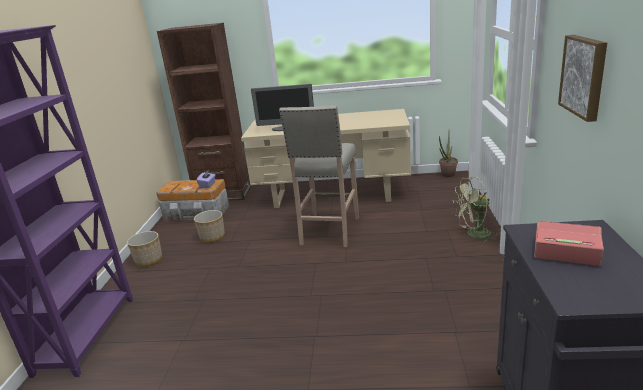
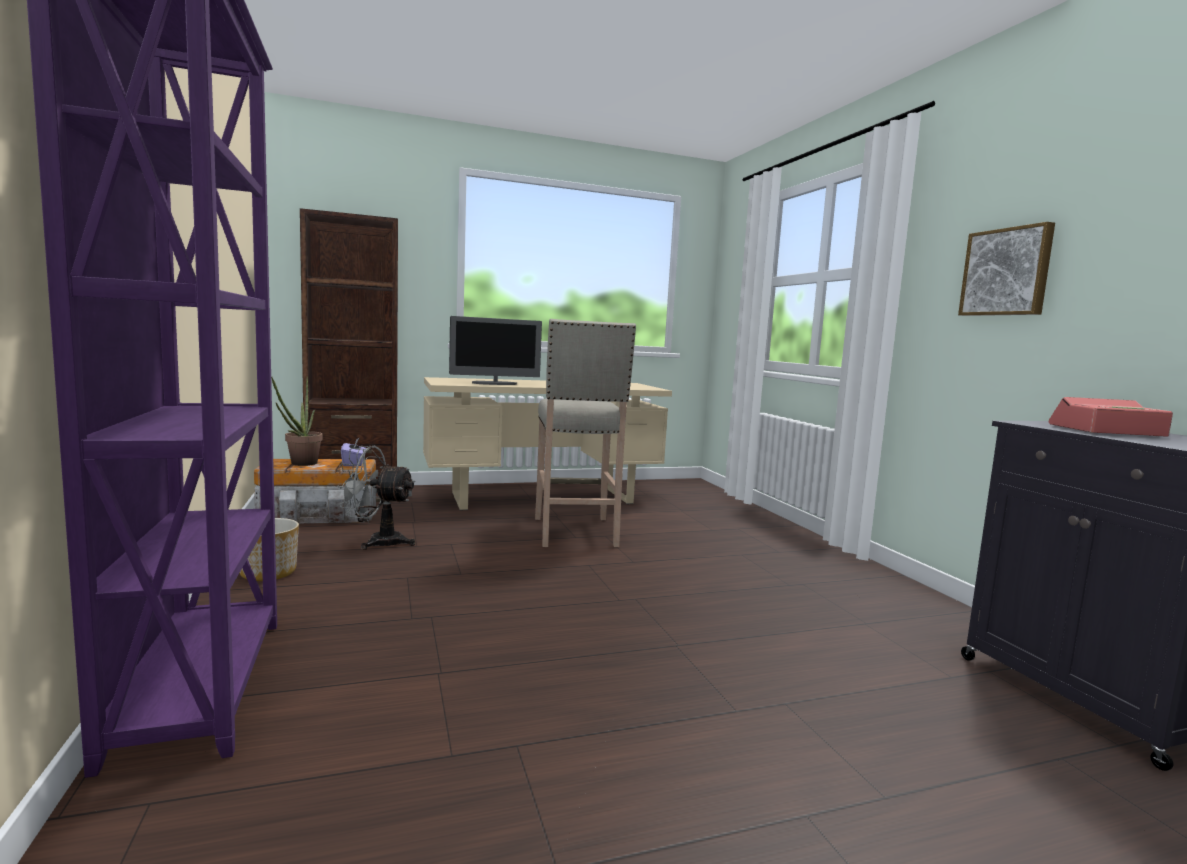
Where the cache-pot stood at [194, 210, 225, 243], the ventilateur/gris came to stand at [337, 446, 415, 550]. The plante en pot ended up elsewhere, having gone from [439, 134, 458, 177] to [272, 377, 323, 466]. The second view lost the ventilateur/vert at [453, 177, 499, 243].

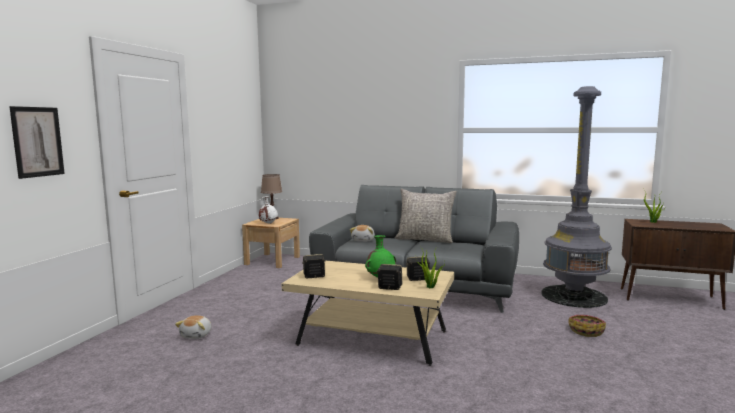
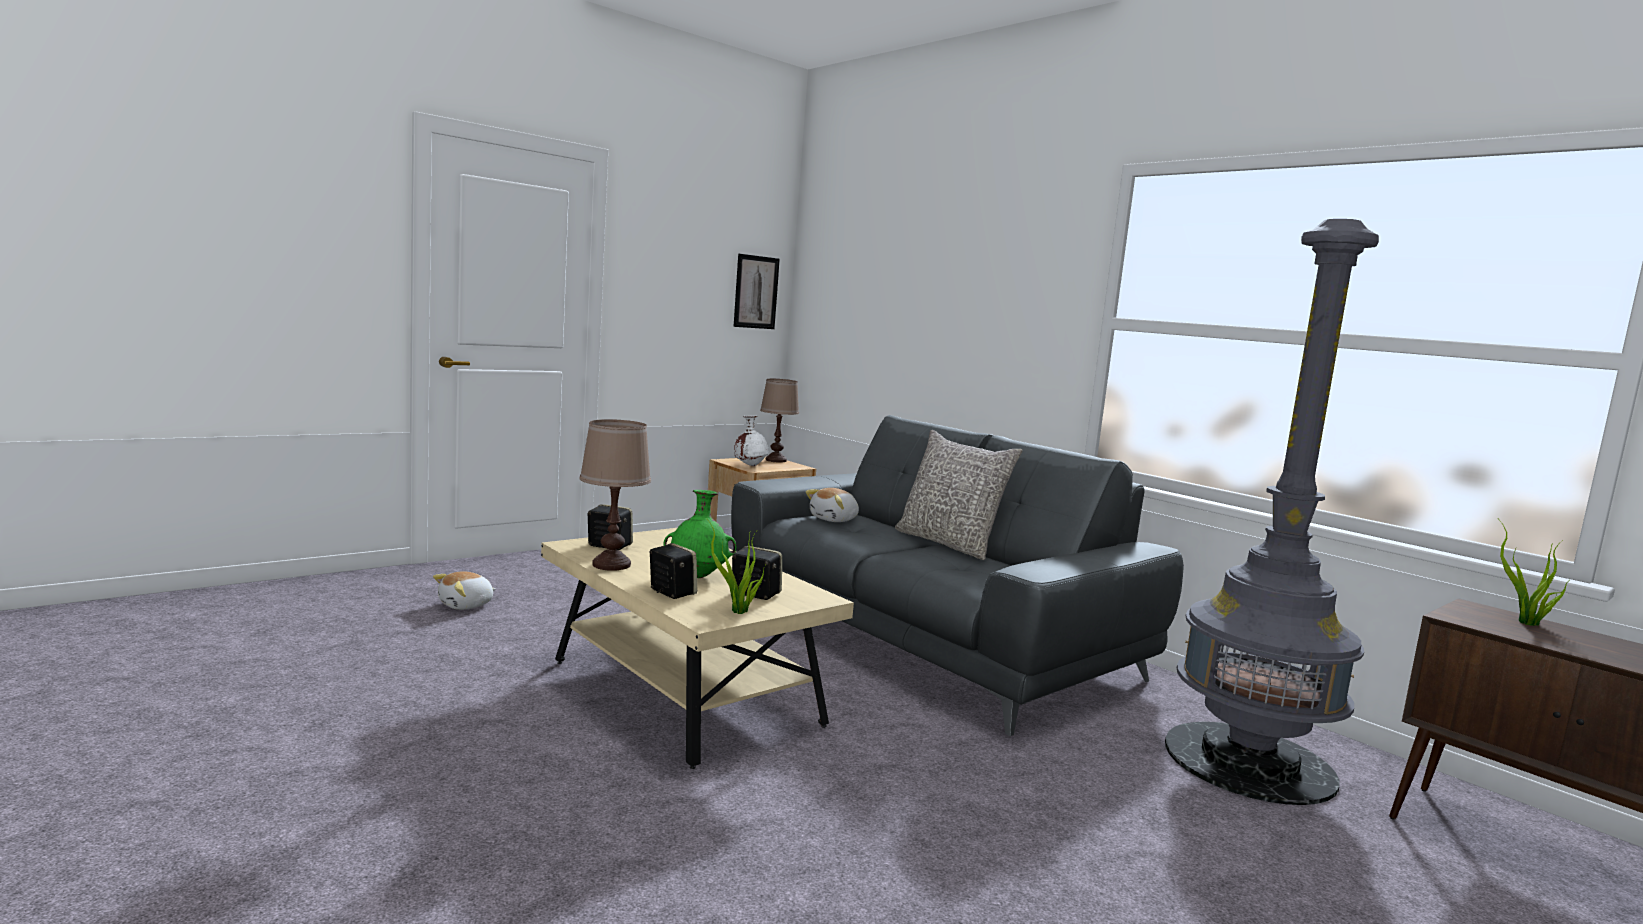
The tableau ended up elsewhere, having gone from [9, 106, 65, 179] to [733, 254, 780, 329]. The second view lost the panier at [568, 315, 606, 337]. The second view gained the lampe de table/marron at [579, 419, 651, 571].

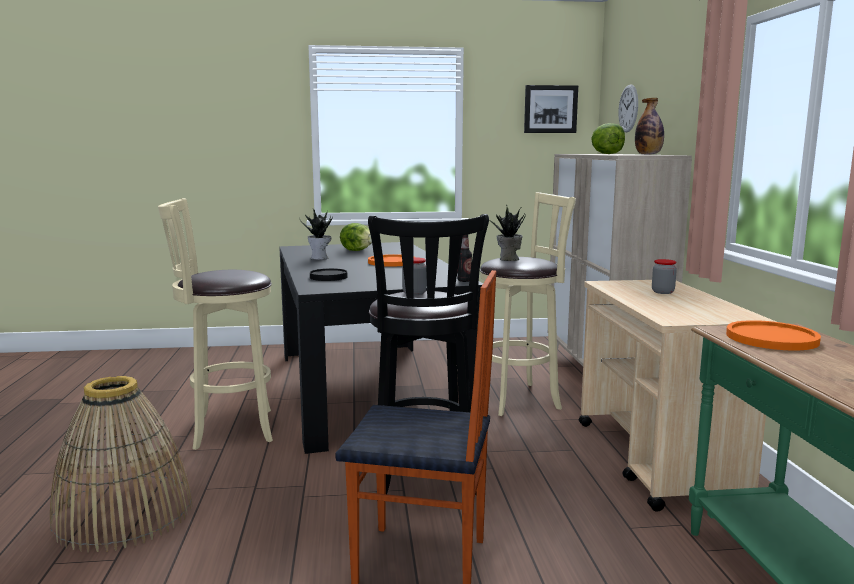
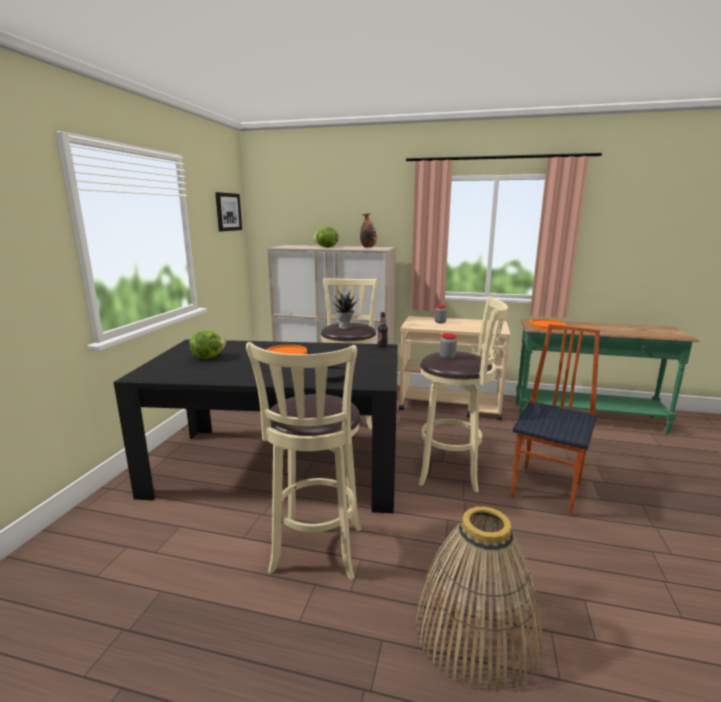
The second view lost the plante en pot at [299, 209, 333, 260]. What was the tabouret/noir at [368, 214, 489, 495] turned into the tabouret/beige at [419, 296, 508, 493]. The second view lost the horloge murale at [618, 84, 638, 132].

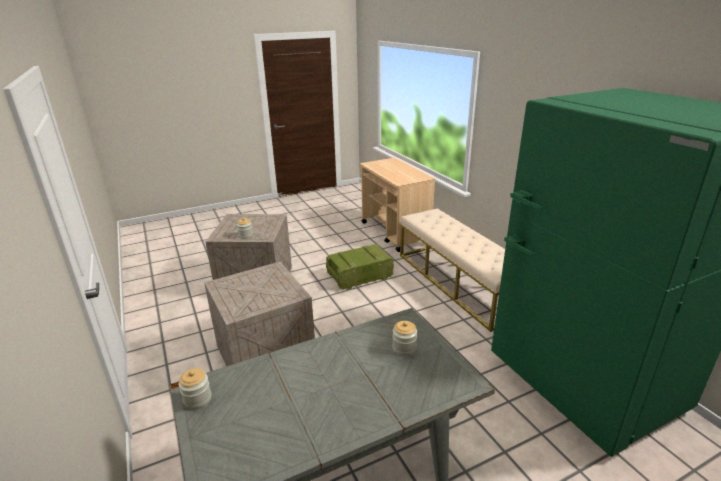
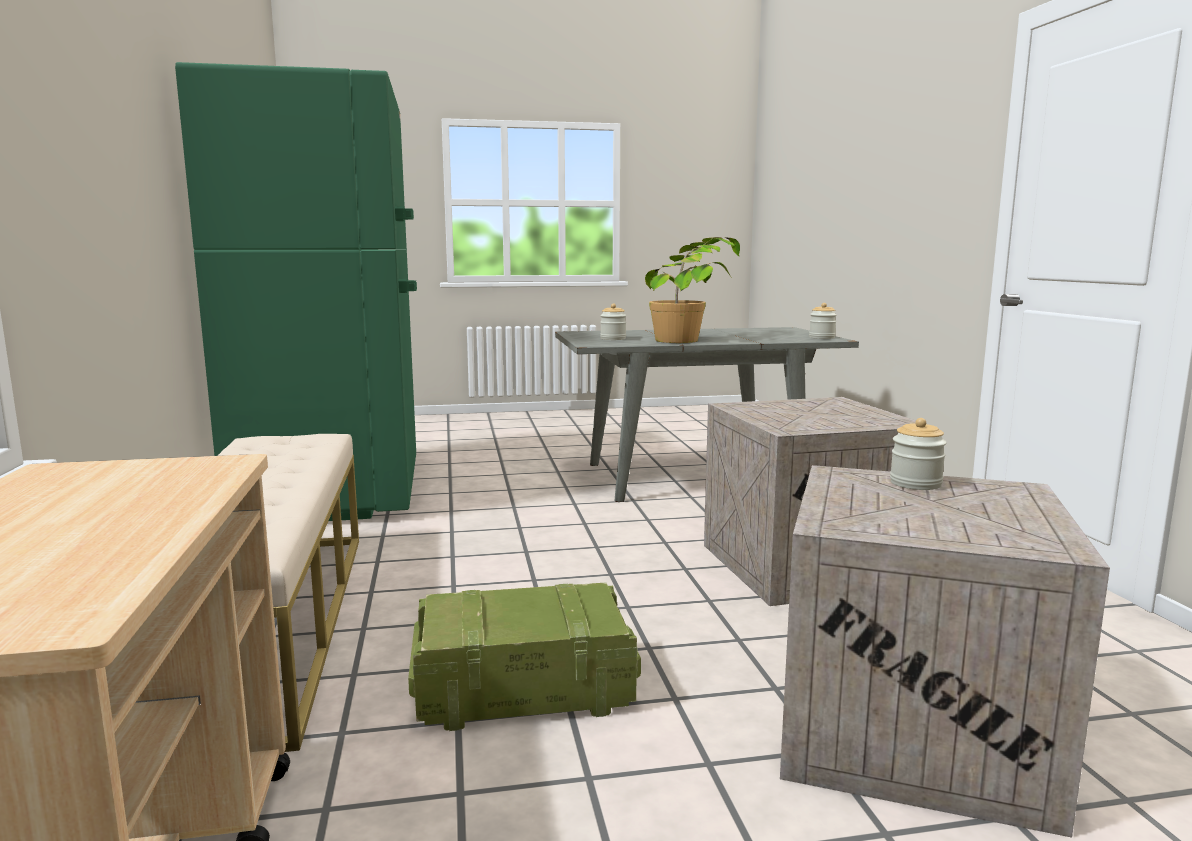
The second view gained the plante en pot at [645, 237, 740, 343].

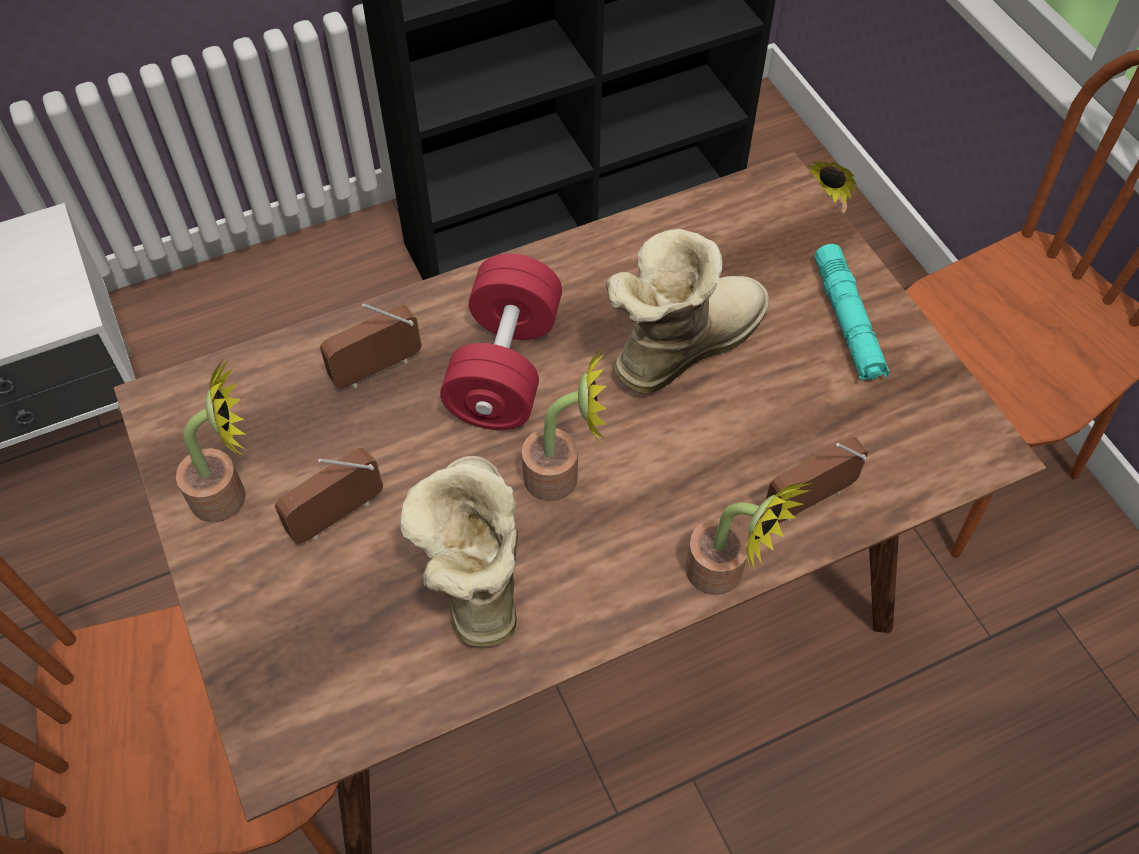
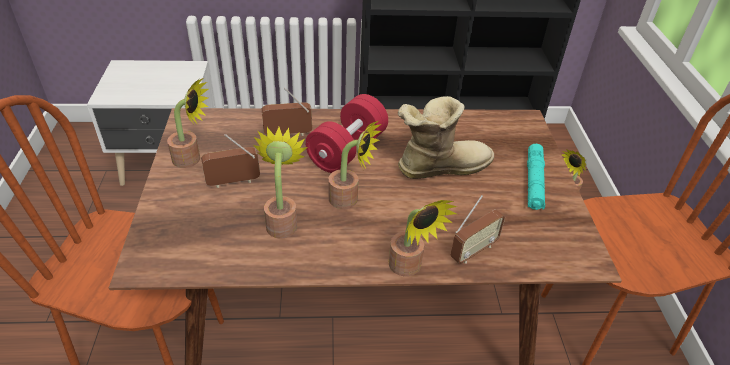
Where the botte stood at [400, 456, 518, 647], the plante en pot came to stand at [252, 127, 307, 239]. The radio at [766, 437, 869, 523] ended up facing another way, 150 degrees clockwise from before.

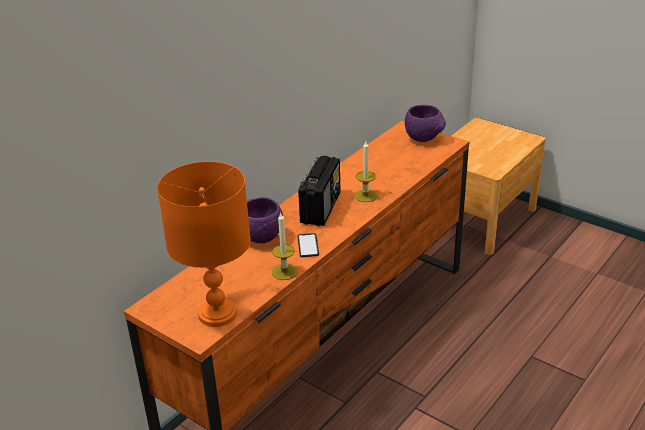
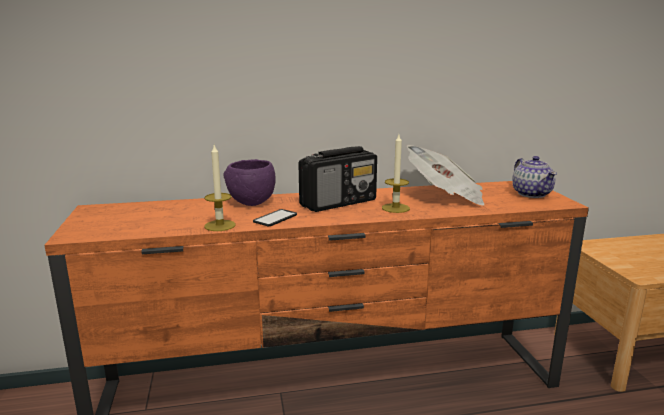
The second view lost the lampe de table/orange at [157, 162, 251, 327]. Where the bol/violet stood at [405, 105, 446, 142], the théière came to stand at [512, 156, 557, 198]. The second view gained the journal at [407, 145, 484, 206].

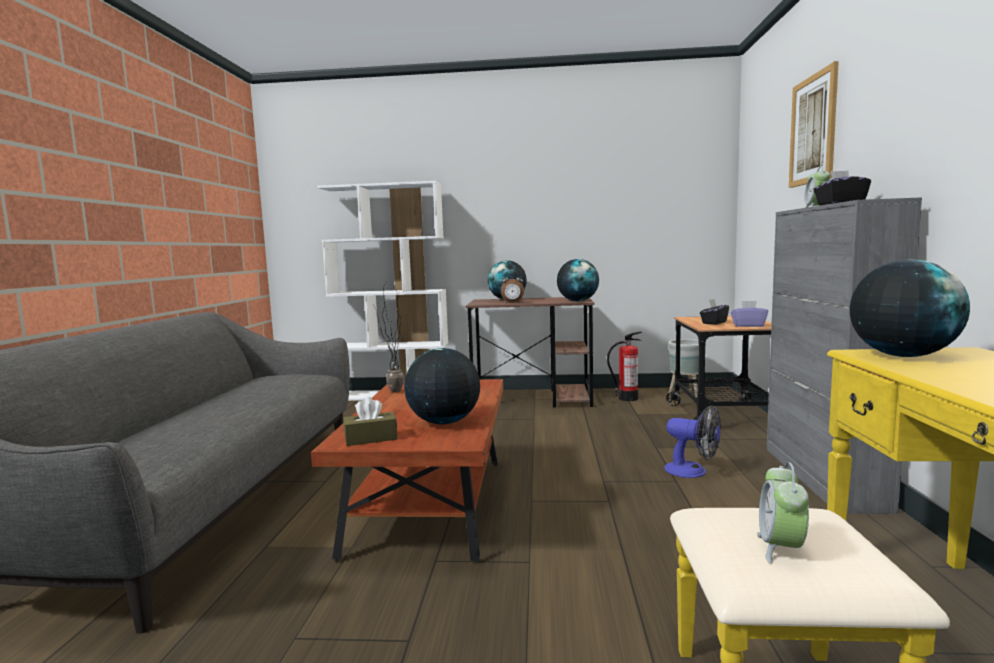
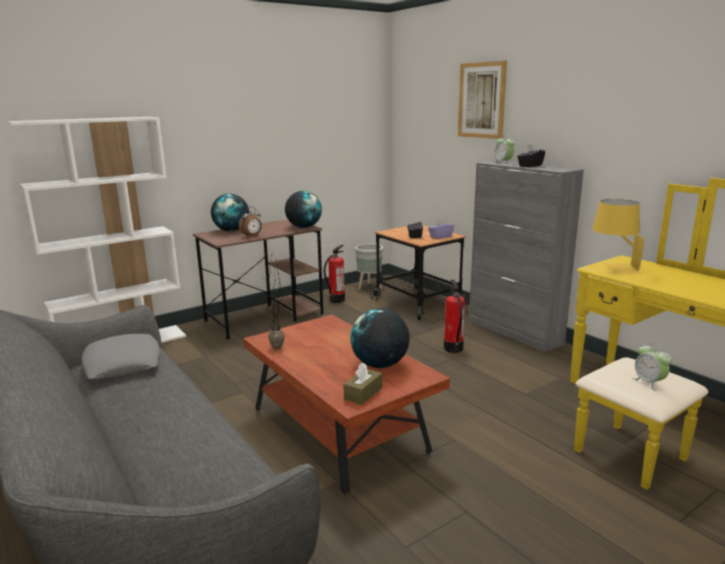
Where the ventilateur stood at [664, 405, 721, 478], the extincteur came to stand at [444, 280, 465, 353]. Where the globe stood at [850, 259, 970, 357], the lampe de table/jaune came to stand at [592, 199, 644, 274]. The second view gained the coussin/gris at [82, 334, 160, 379].

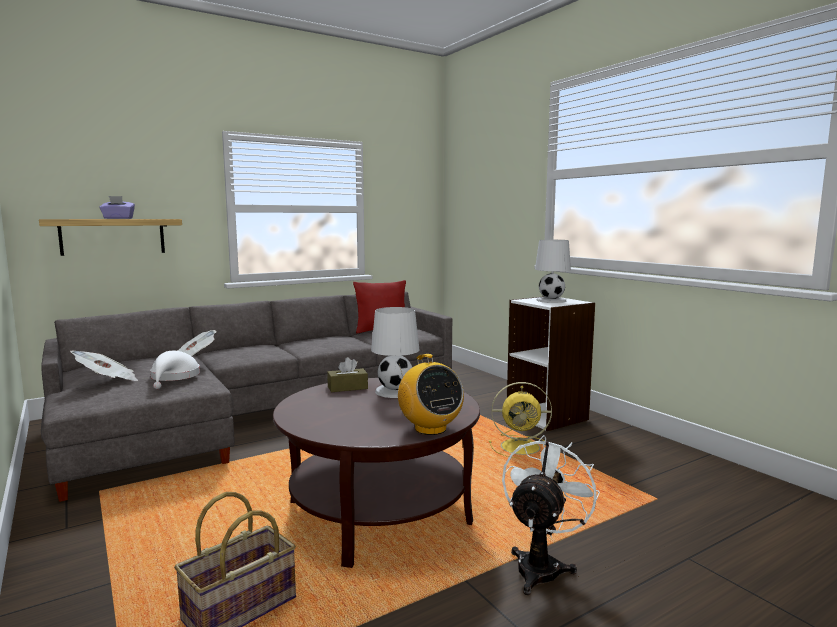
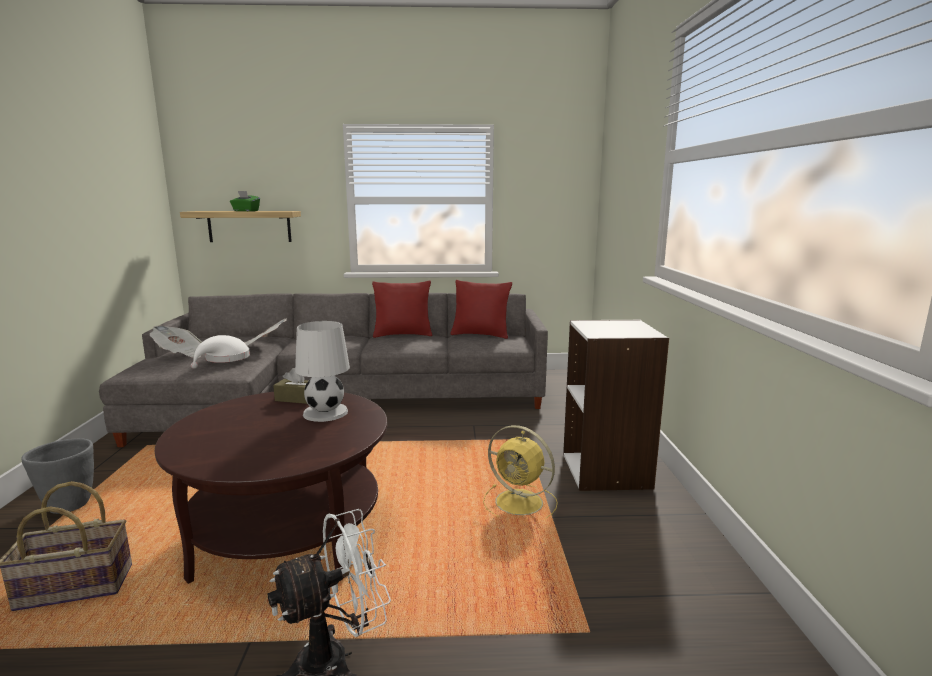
What was the boîte à mouchoirs/violet at [99, 196, 135, 219] turned into the boîte à mouchoirs/vert at [230, 191, 260, 211]. The second view lost the radio at [398, 354, 464, 435]. The second view lost the lampe de table/blanc at [535, 240, 571, 303]. The second view gained the cache-pot/gris at [21, 438, 94, 514]. The second view gained the coussin/rouge at [372, 281, 432, 338].

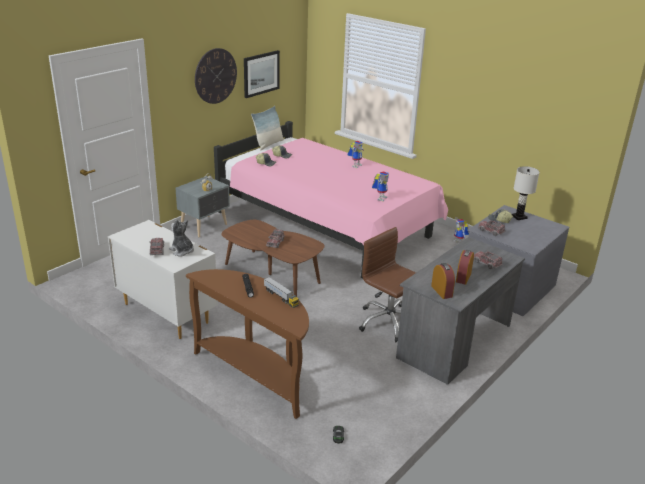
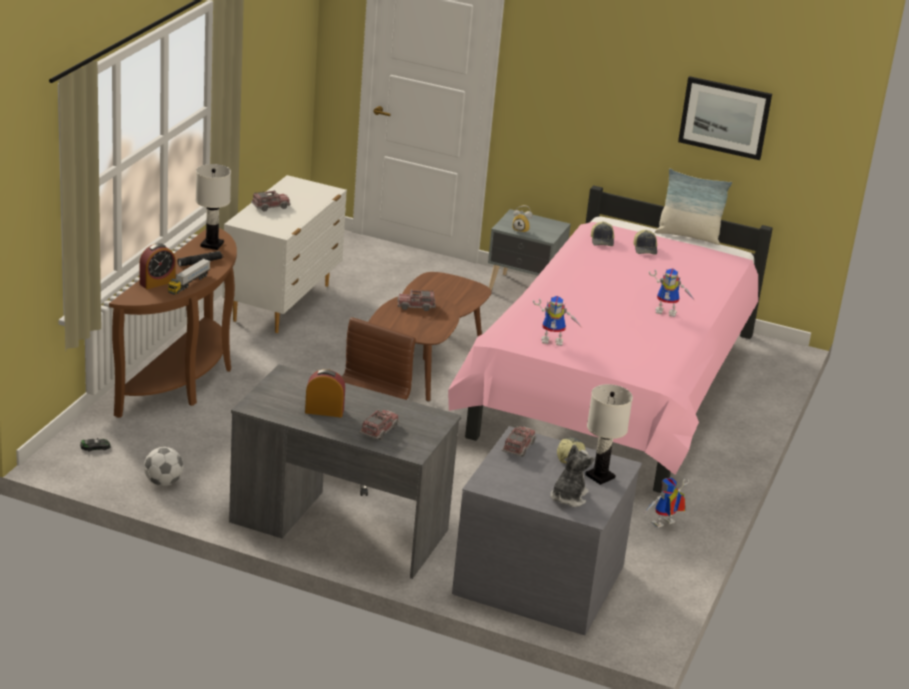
The peluche ended up elsewhere, having gone from [169, 220, 194, 256] to [550, 444, 594, 507]. The second view lost the horloge murale at [195, 48, 237, 104]. The réveil ended up elsewhere, having gone from [431, 263, 455, 299] to [139, 243, 176, 289]. The second view gained the ballon de foot at [144, 447, 184, 486]. The second view gained the lampe de table/blanc at [196, 164, 231, 250].

